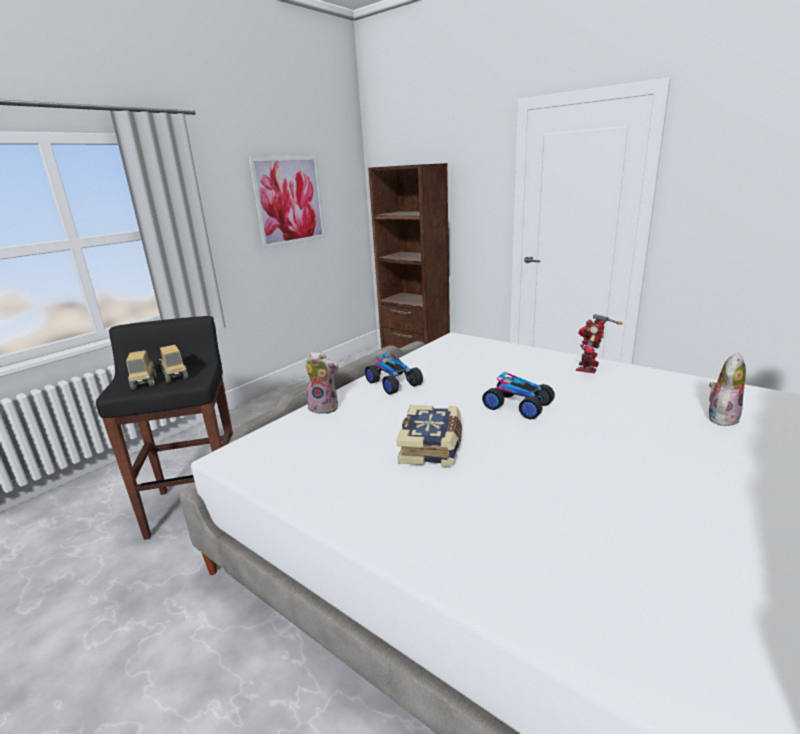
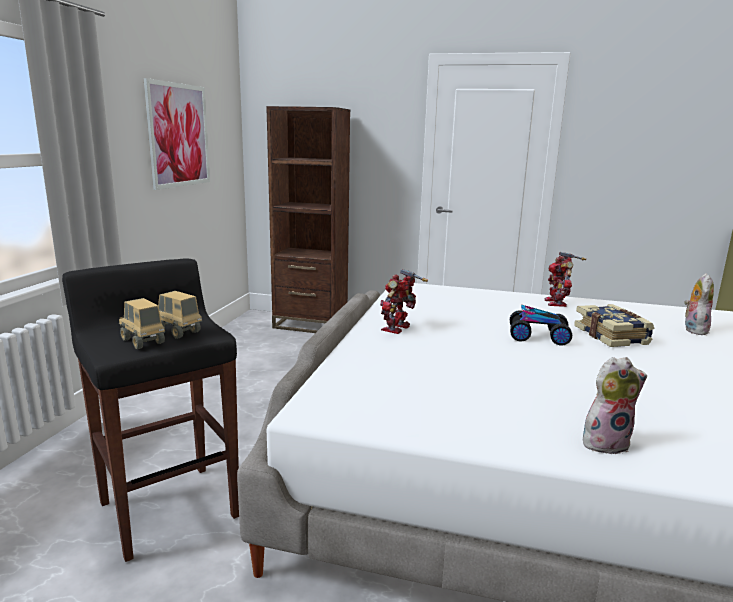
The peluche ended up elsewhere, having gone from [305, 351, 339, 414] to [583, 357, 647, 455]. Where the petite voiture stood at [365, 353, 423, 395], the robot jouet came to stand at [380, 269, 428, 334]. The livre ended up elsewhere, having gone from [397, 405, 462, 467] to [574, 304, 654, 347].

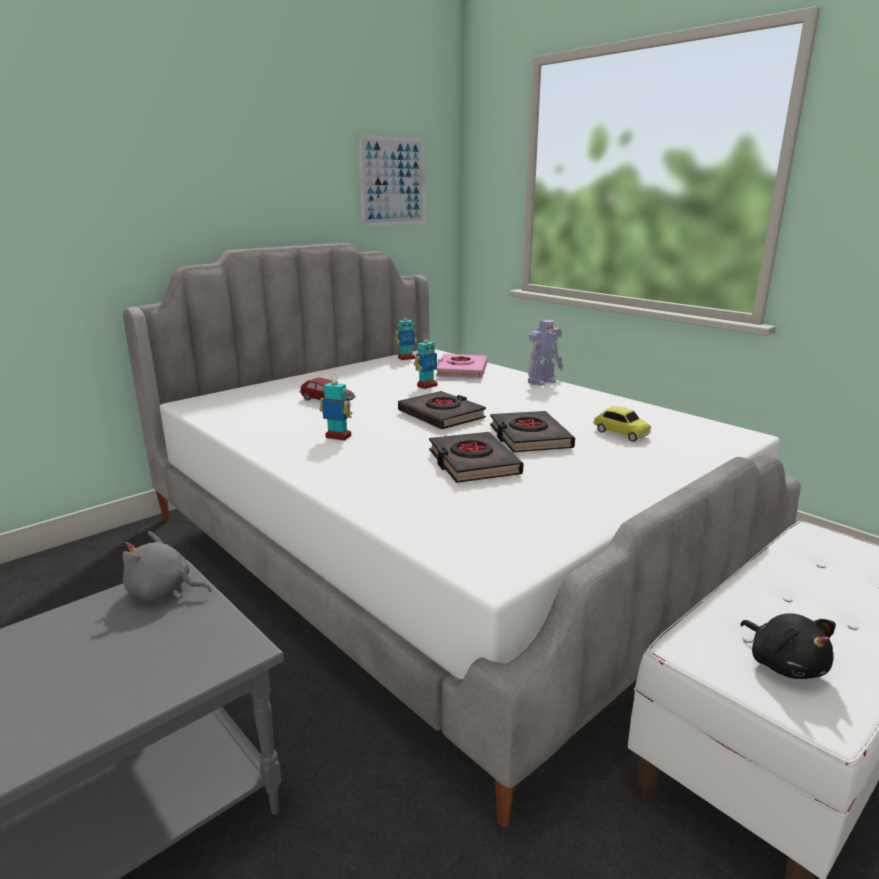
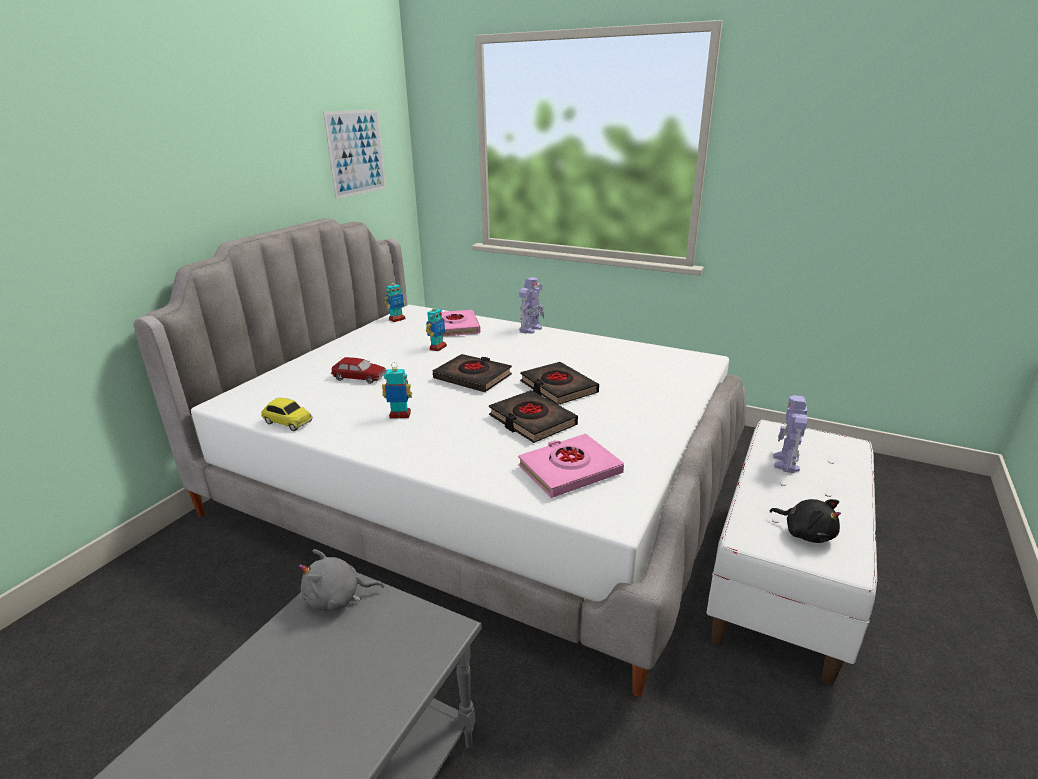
The petite voiture ended up elsewhere, having gone from [593, 406, 651, 442] to [261, 398, 313, 431]. The second view gained the livre/rose at [518, 434, 624, 498]. The second view gained the robot jouet at [773, 395, 807, 473].

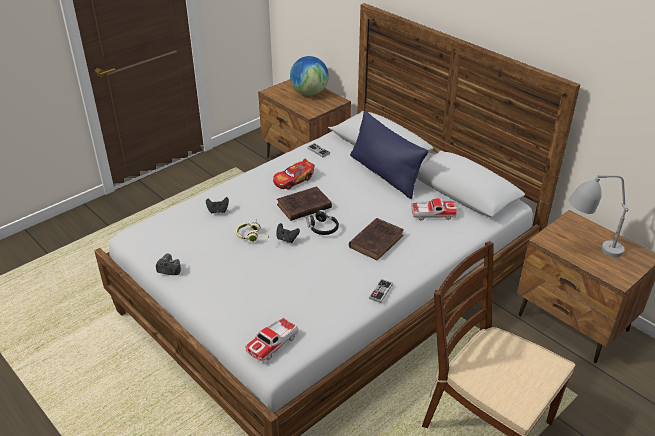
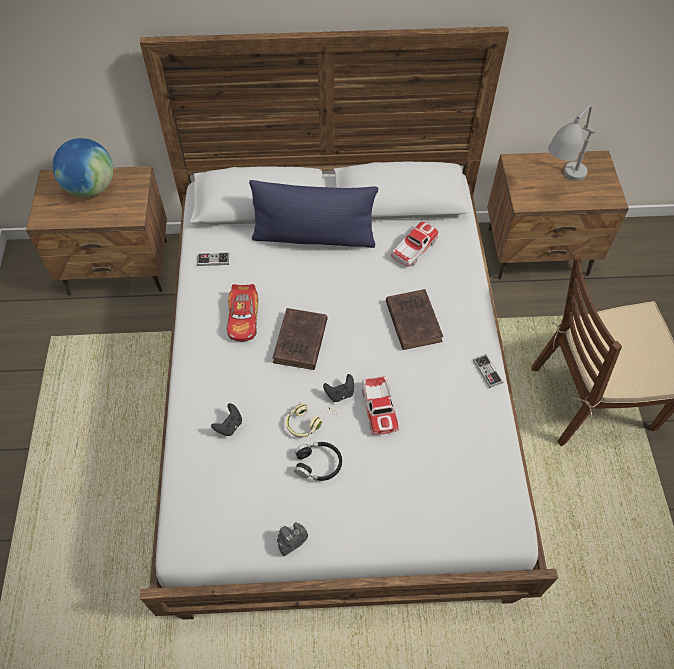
The petite voiture ended up elsewhere, having gone from [245, 318, 298, 362] to [362, 376, 399, 435]. The casque audio/noir ended up elsewhere, having gone from [306, 210, 339, 235] to [294, 442, 342, 481].

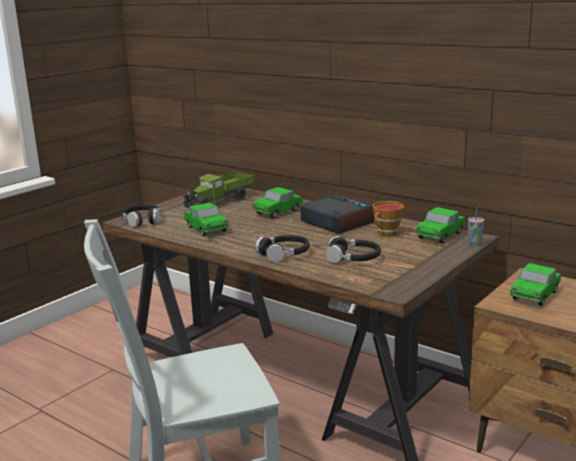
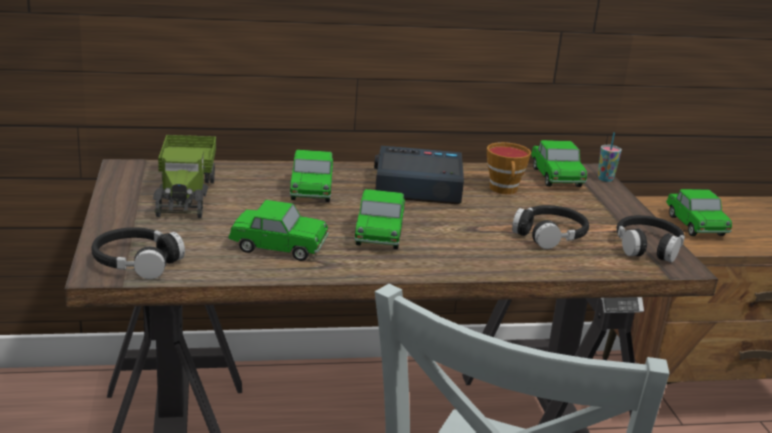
The casque audio/noir ended up elsewhere, having gone from [255, 235, 310, 262] to [617, 215, 685, 262]. The second view gained the petite voiture at [354, 189, 405, 249].

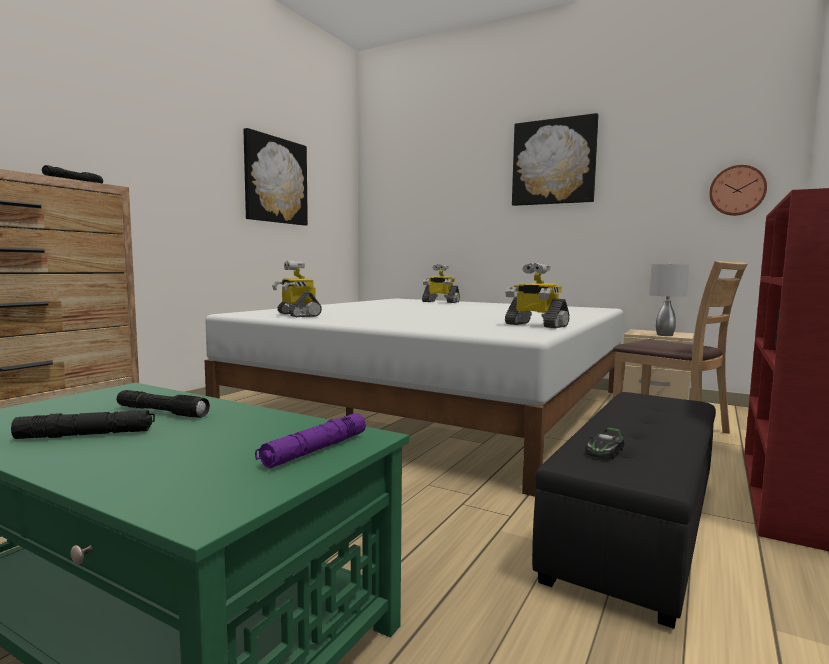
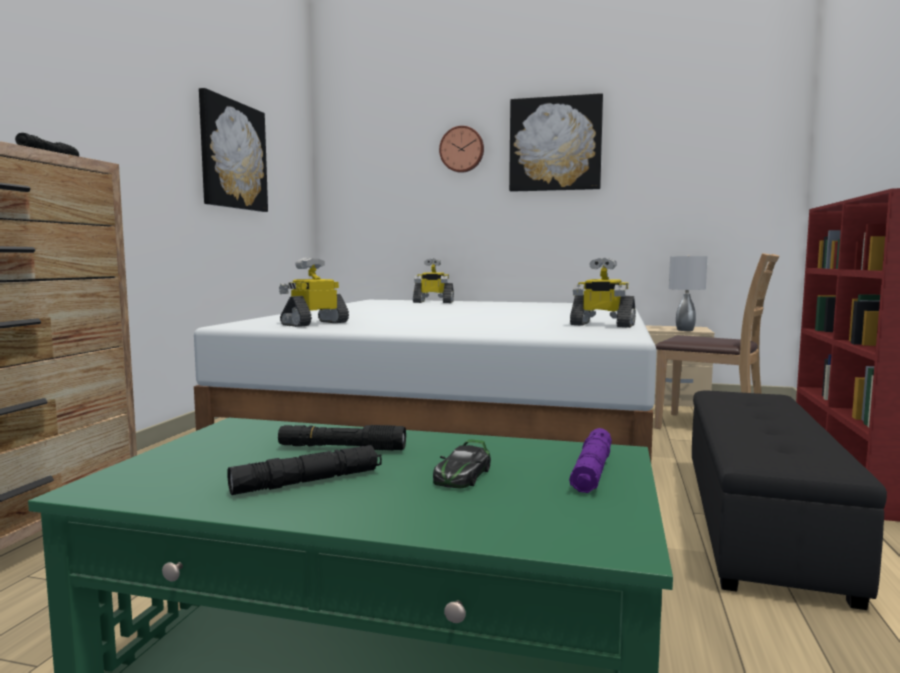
The robot jouet at [272, 261, 322, 317] ended up facing another way, 90 degrees clockwise from before. The petite voiture ended up elsewhere, having gone from [586, 428, 624, 459] to [433, 439, 491, 489]. The horloge murale ended up elsewhere, having gone from [709, 165, 767, 216] to [439, 126, 484, 173].

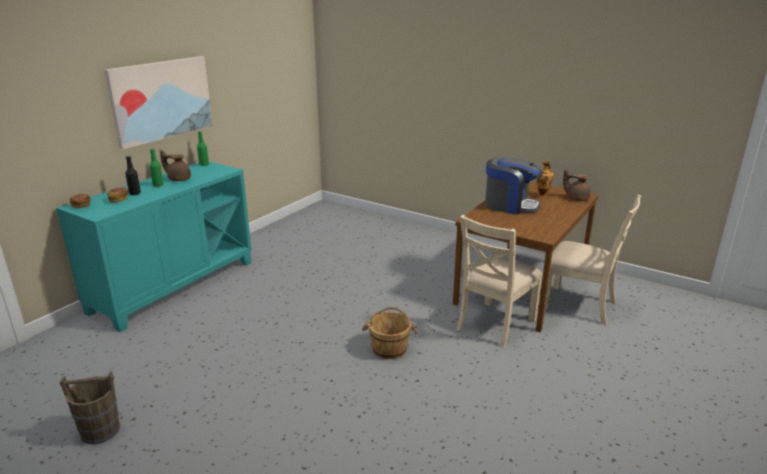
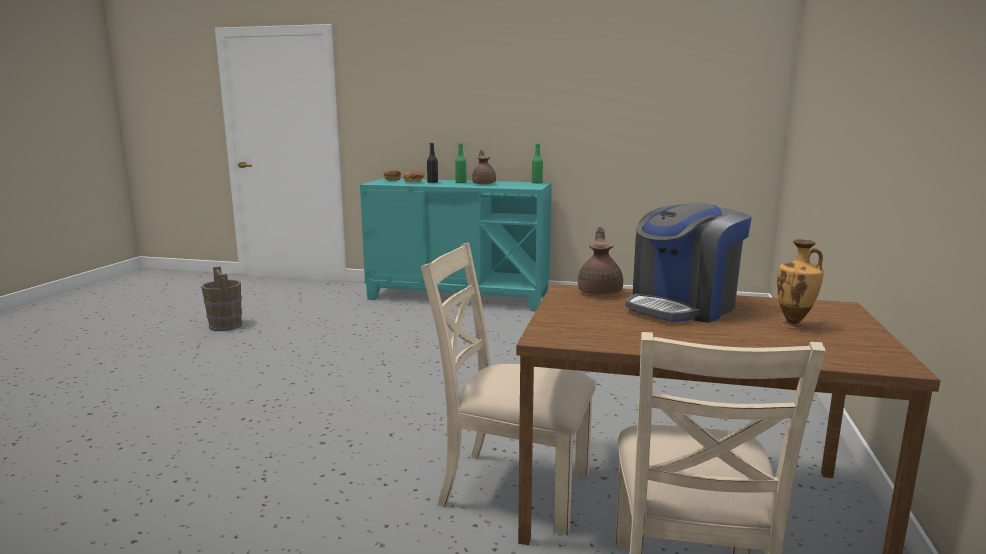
The second view lost the tableau at [104, 56, 213, 150]. The second view lost the seau/marron at [362, 307, 418, 359]. The machine à café at [485, 157, 543, 215] ended up facing another way, 45 degrees clockwise from before. The théière/marron ended up elsewhere, having gone from [563, 169, 590, 201] to [578, 227, 623, 295].

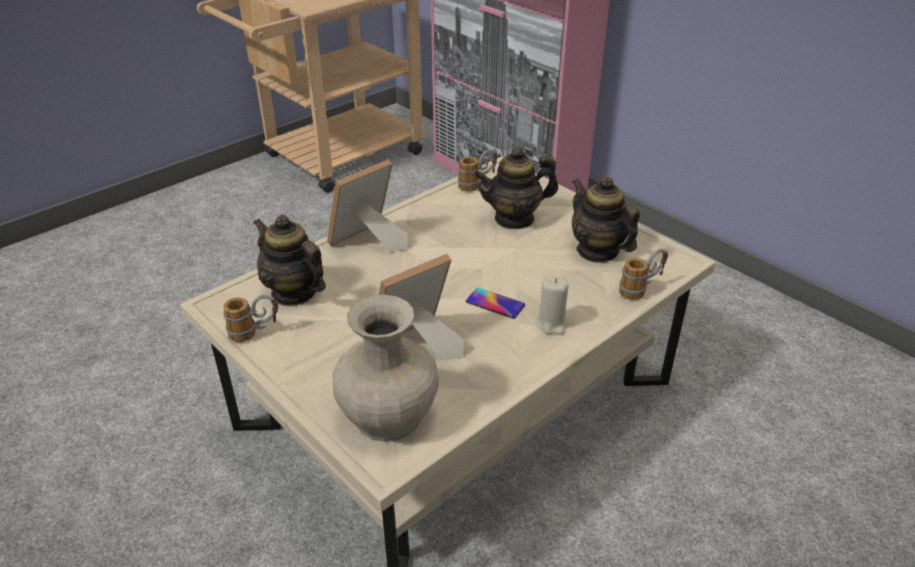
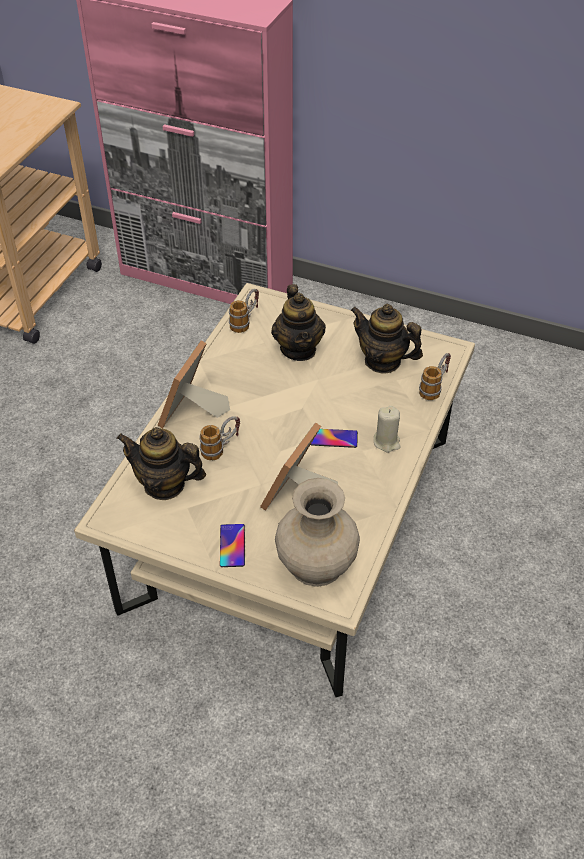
The mug ended up elsewhere, having gone from [223, 295, 278, 342] to [200, 416, 240, 460]. The théière at [474, 147, 558, 229] ended up facing another way, 60 degrees counterclockwise from before. The second view gained the téléphone at [220, 524, 245, 567].

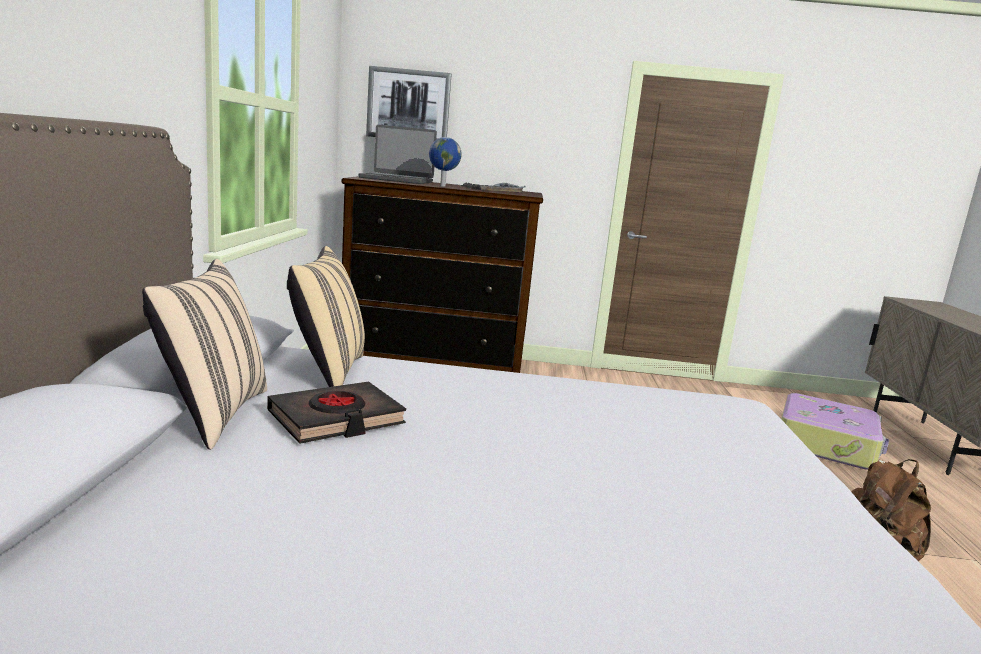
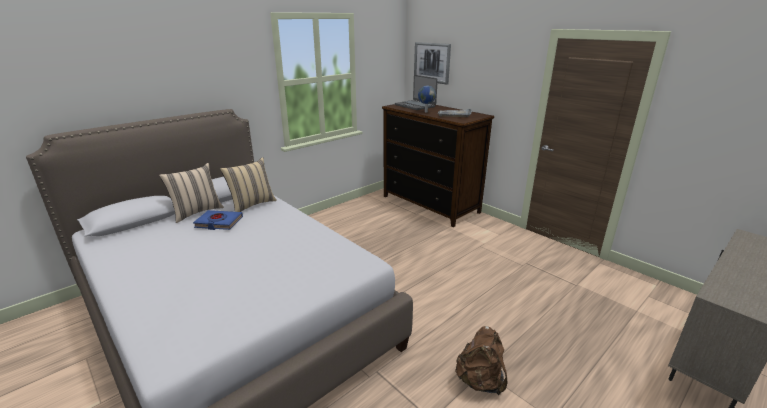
What was the livre/noir at [267, 381, 406, 444] turned into the livre/bleu at [193, 210, 243, 230]. The second view lost the valise at [781, 393, 889, 470].

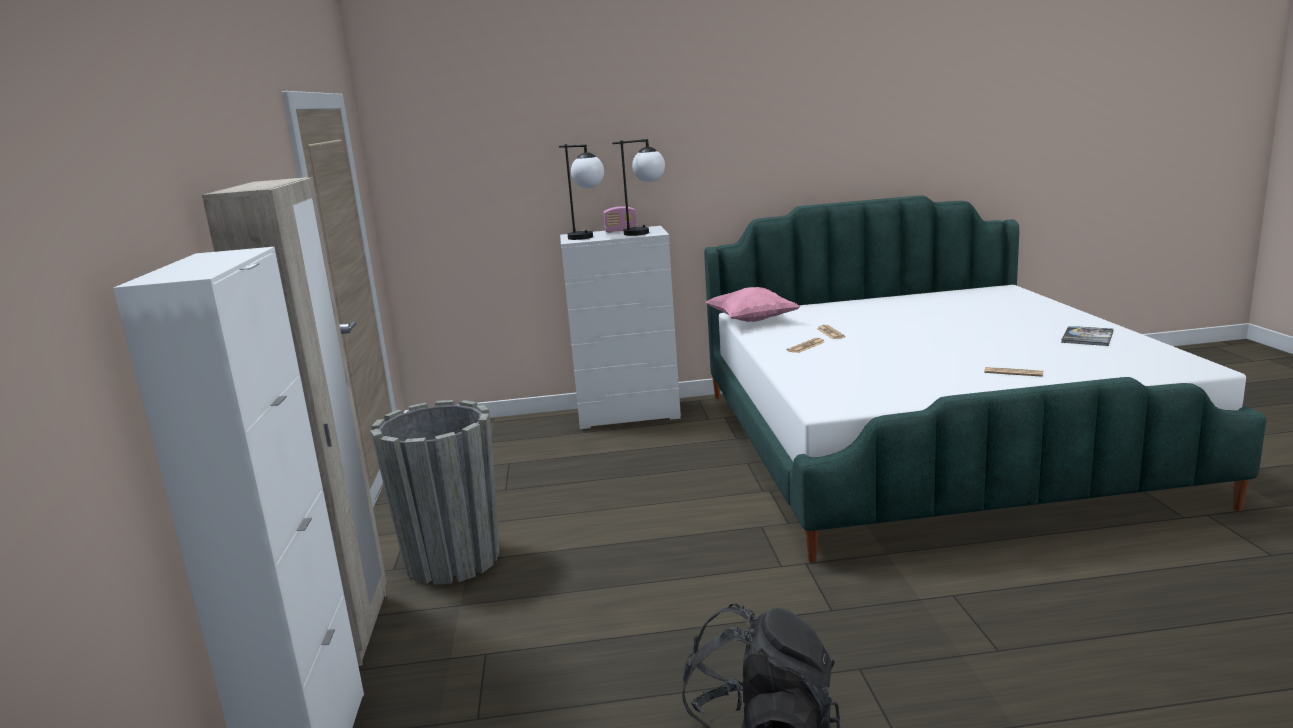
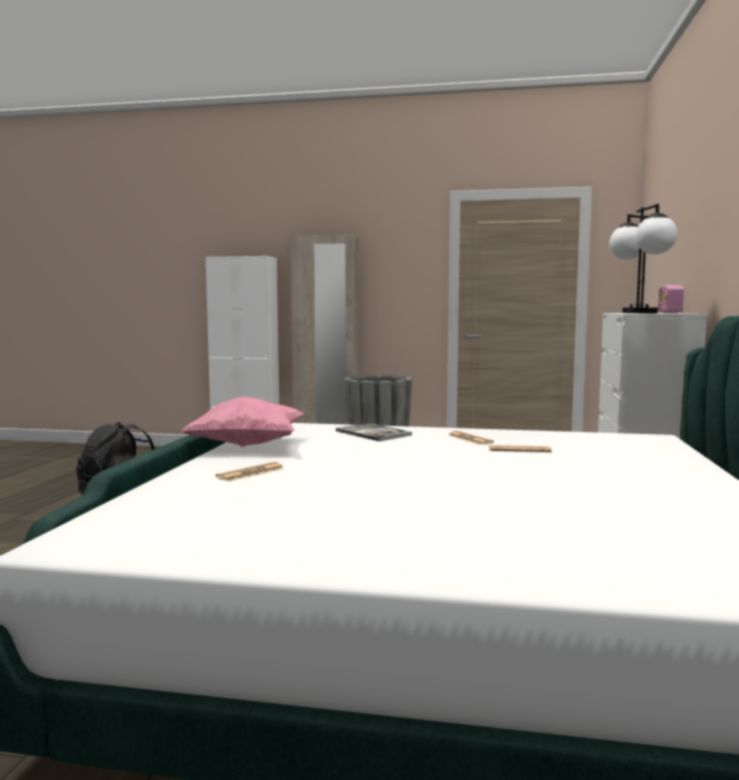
The coussin/rose ended up elsewhere, having gone from [705, 287, 801, 322] to [182, 397, 304, 447]. The livre ended up elsewhere, having gone from [1061, 326, 1114, 346] to [336, 423, 412, 441].

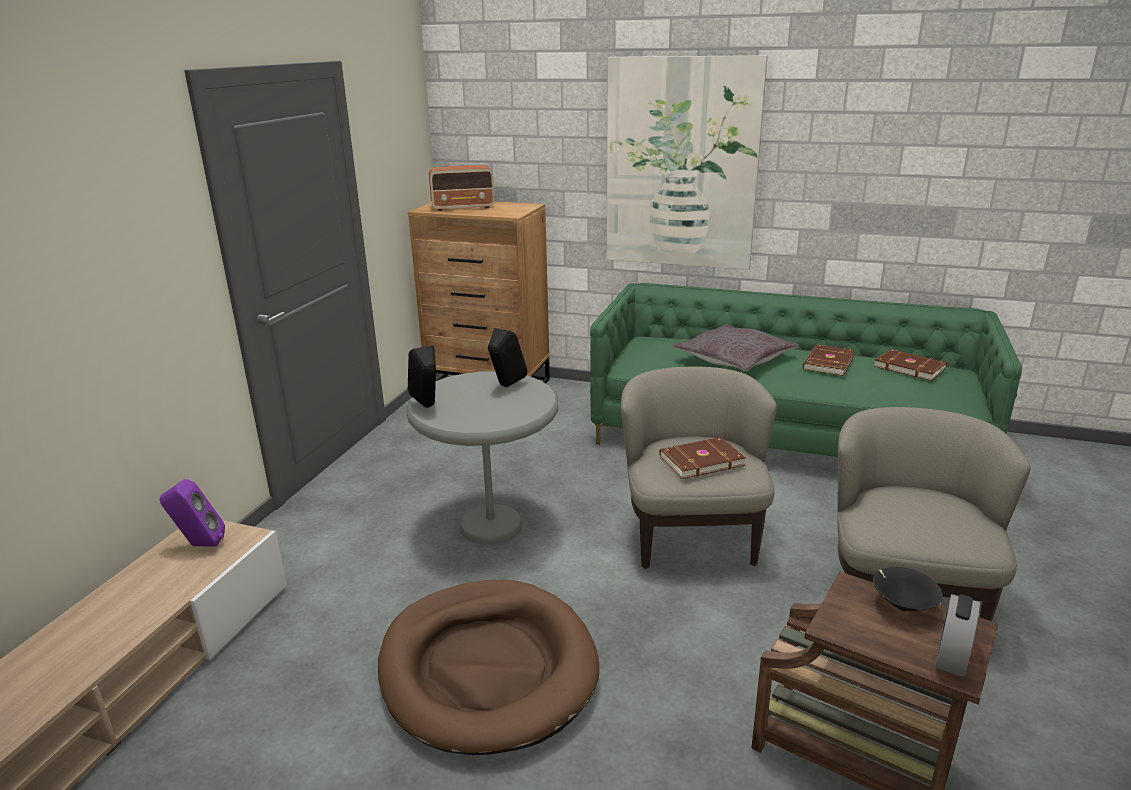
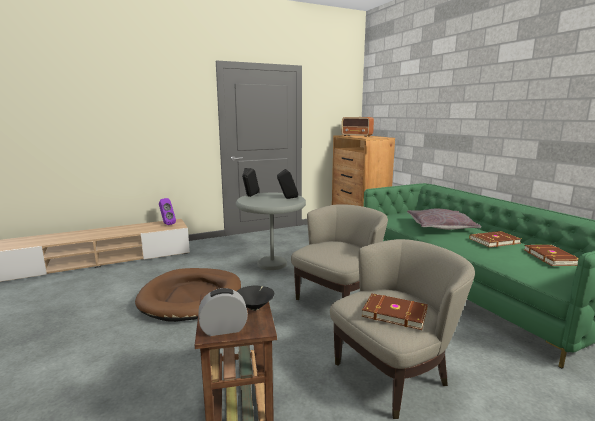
The second view lost the tableau at [606, 55, 768, 270]. The livre/marron ended up elsewhere, having gone from [659, 437, 746, 479] to [362, 293, 428, 330].

